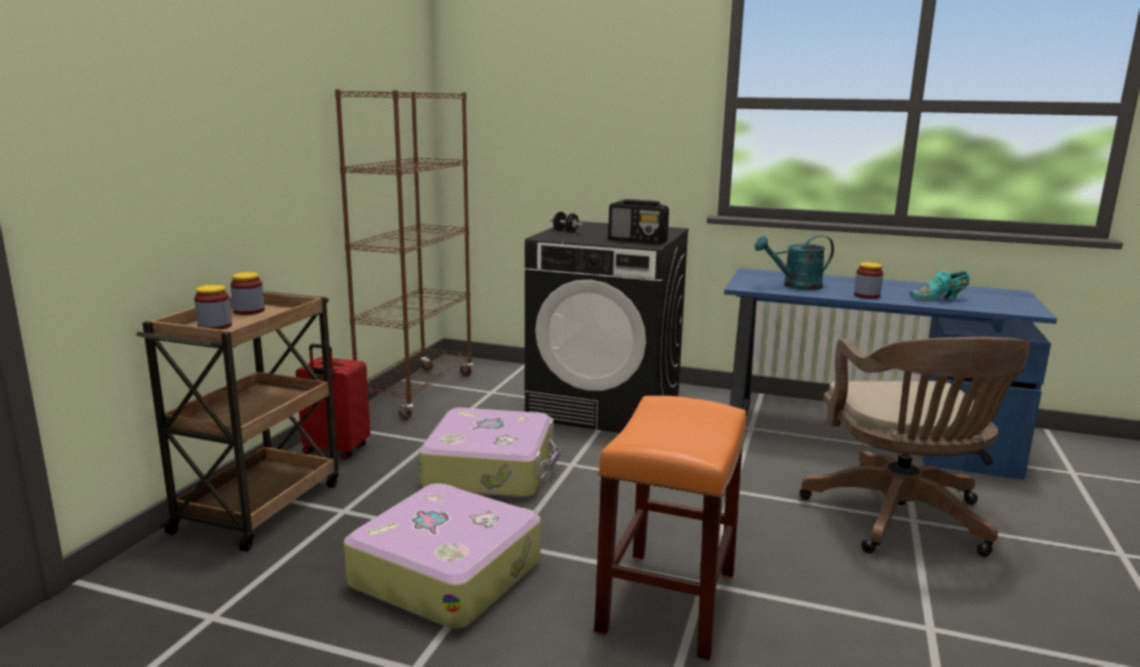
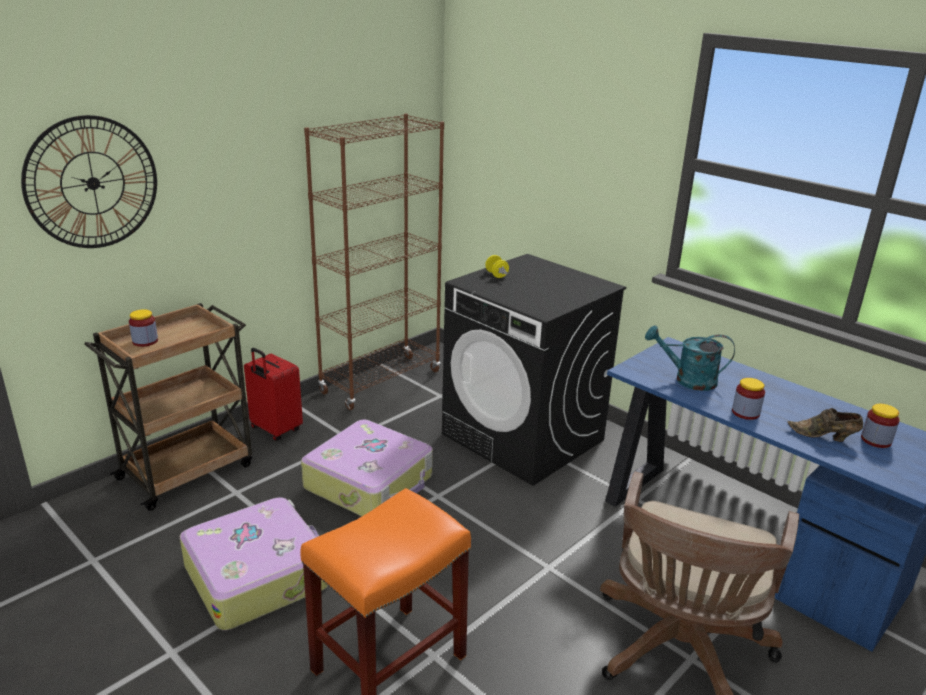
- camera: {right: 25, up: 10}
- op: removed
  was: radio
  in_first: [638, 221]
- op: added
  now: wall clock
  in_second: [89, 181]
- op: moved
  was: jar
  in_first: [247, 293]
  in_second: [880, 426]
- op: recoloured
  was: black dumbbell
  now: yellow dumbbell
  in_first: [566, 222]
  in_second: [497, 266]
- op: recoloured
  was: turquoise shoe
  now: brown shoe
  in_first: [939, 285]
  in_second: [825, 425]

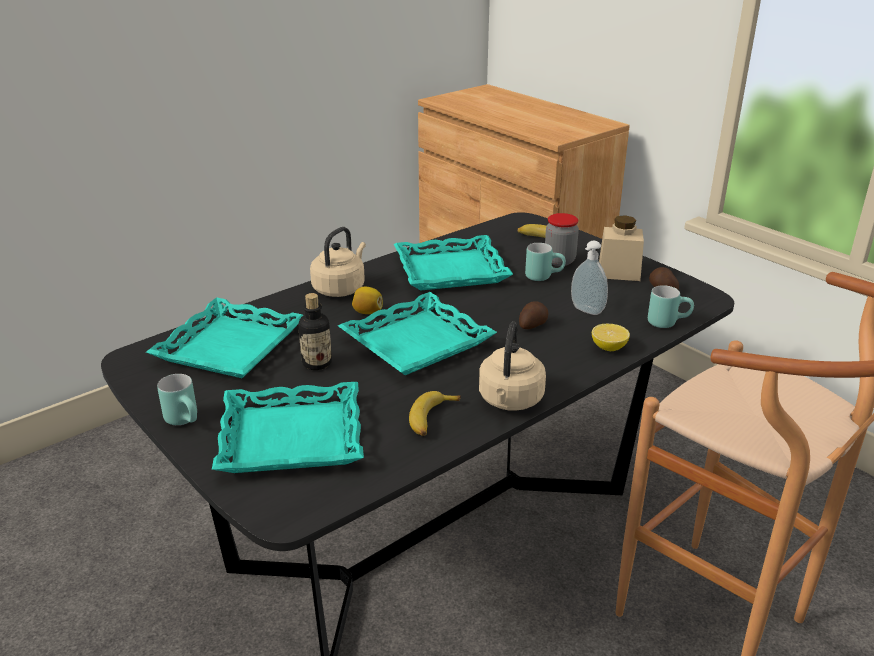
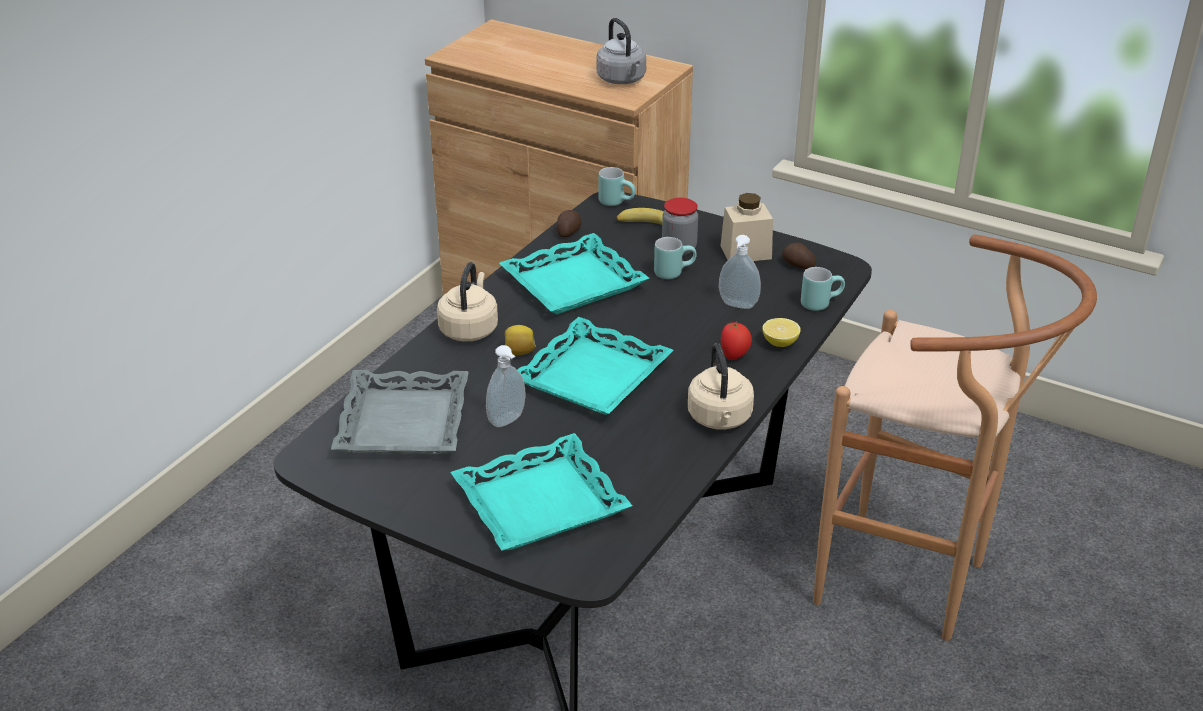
- camera: {right: -20, up: 5}
- op: removed
  was: banana
  in_first: [435, 413]
- op: added
  now: grey kettle
  in_second: [621, 51]
- op: added
  now: tomato
  in_second: [736, 341]
- op: moved
  was: turquoise mug
  in_first: [177, 399]
  in_second: [617, 186]
- op: moved
  was: potato
  in_first: [533, 315]
  in_second: [568, 223]
- op: replaced
  was: bottle
  now: soap dispenser
  in_first: [315, 331]
  in_second: [505, 386]
- op: recoloured
  was: turquoise tray
  now: grey tray
  in_first: [224, 337]
  in_second: [400, 412]

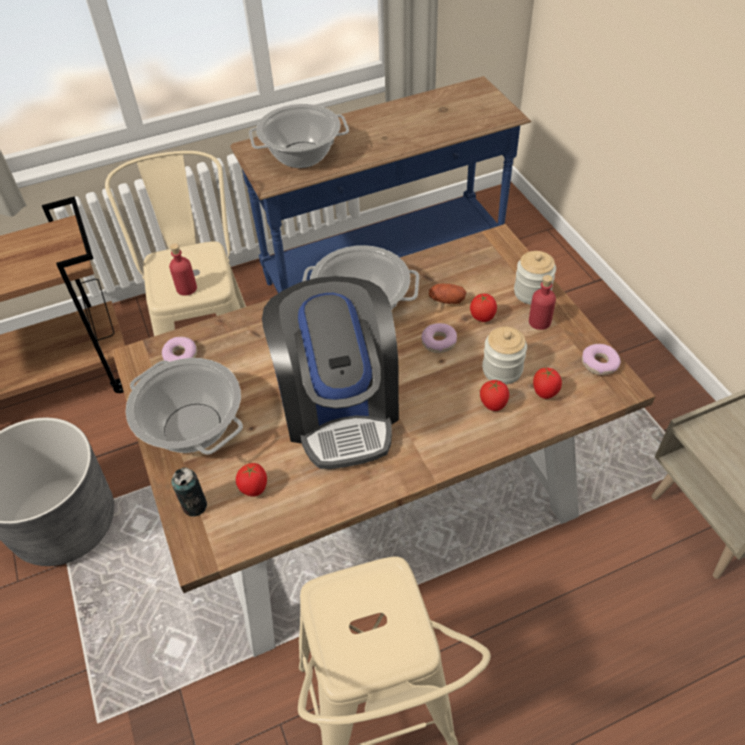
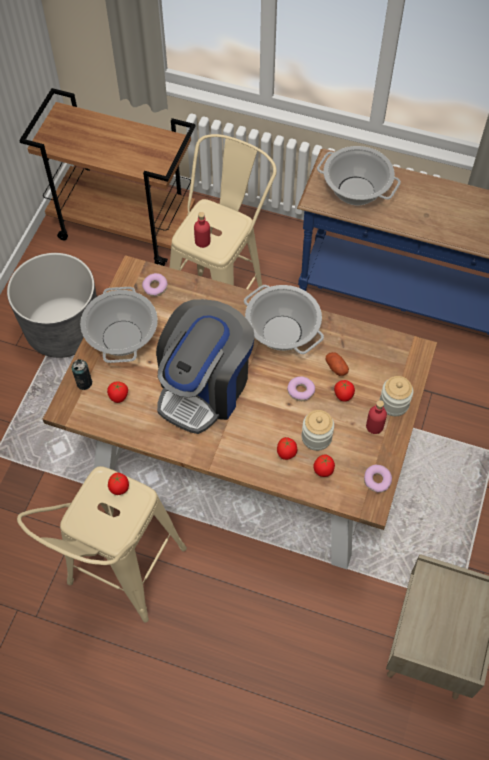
- camera: {right: 40, up: 10}
- op: added
  now: tomato
  in_second: [118, 484]

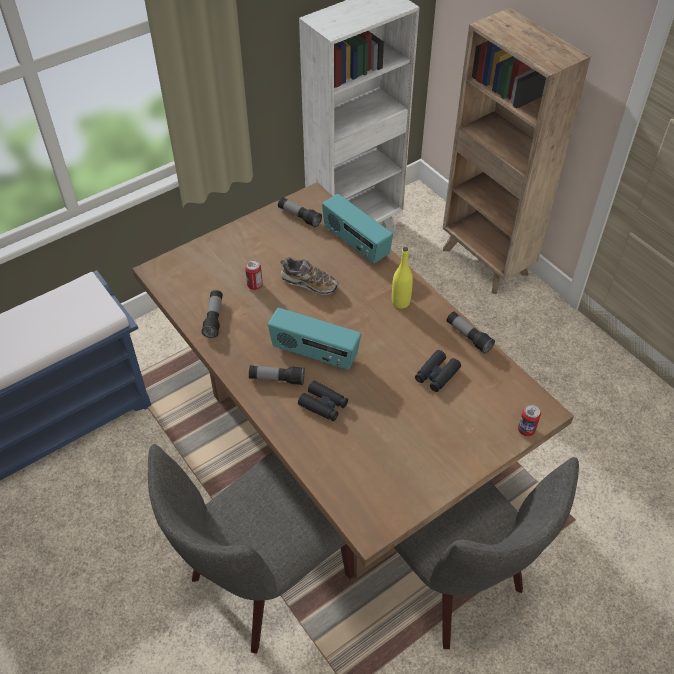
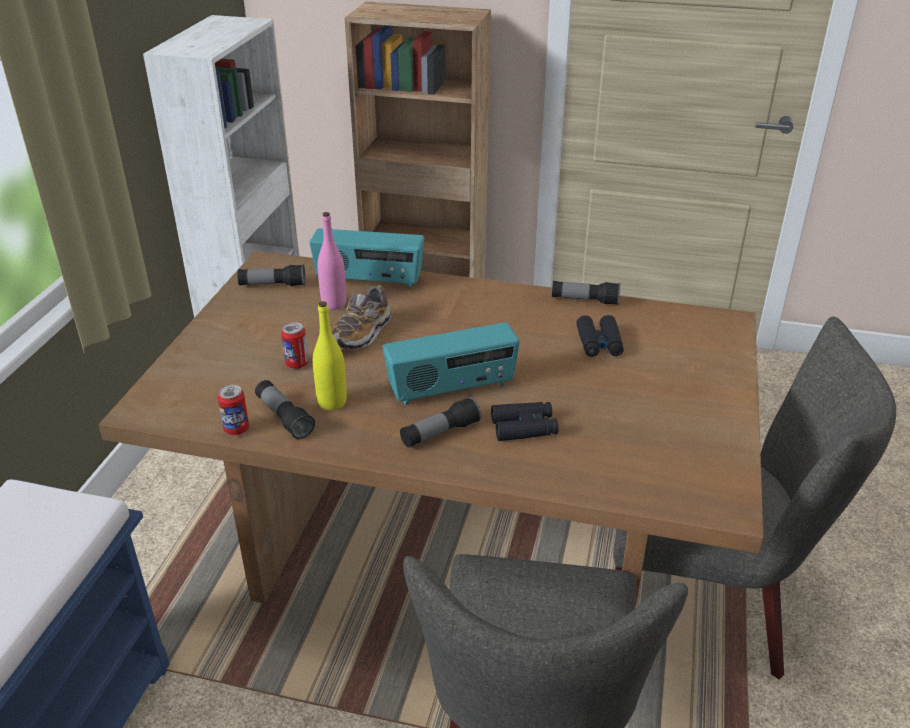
- camera: {right: -40, up: -15}
- op: added
  now: pink bottle
  in_second: [331, 261]
- op: moved
  was: yellow bottle
  in_first: [402, 278]
  in_second: [330, 355]
- op: moved
  was: can
  in_first: [529, 420]
  in_second: [233, 410]
- op: turned
  was: shoe
  in_first: [309, 276]
  in_second: [361, 317]
  clockwise: 135

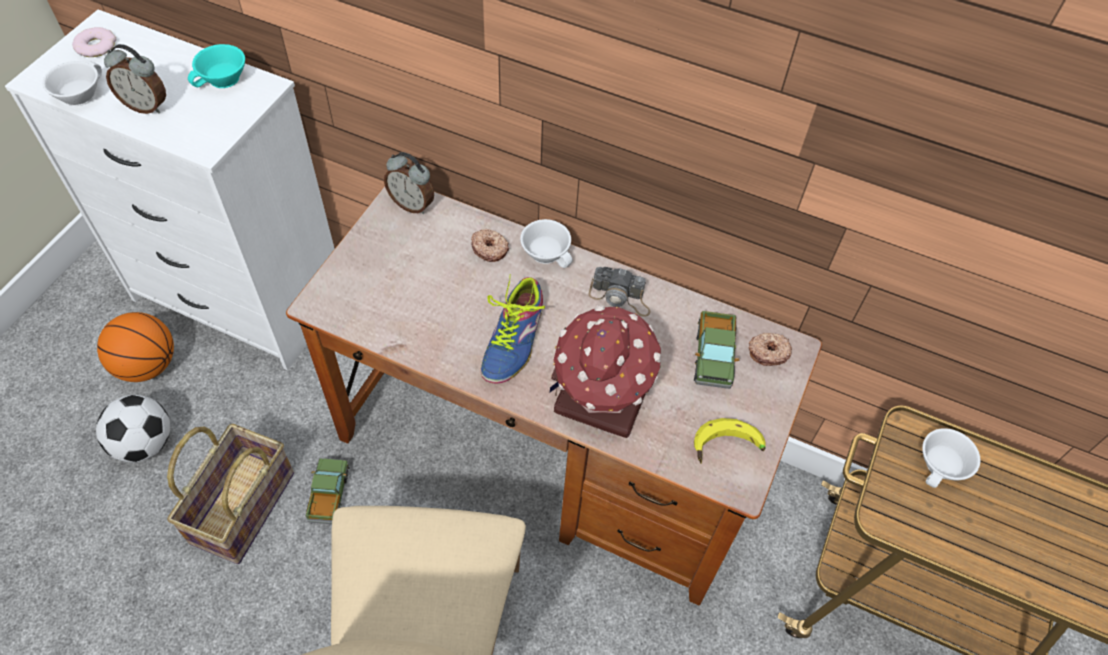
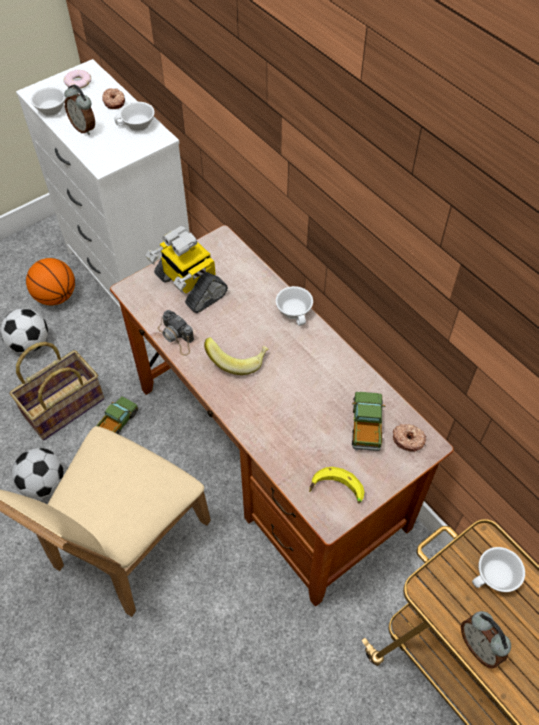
- camera: {right: 30, up: 0}
- op: removed
  was: toy house
  in_first: [605, 371]
- op: added
  now: football
  in_second: [38, 473]
- op: added
  now: toy robot
  in_second: [187, 269]
- op: moved
  was: alarm clock
  in_first: [409, 183]
  in_second: [486, 640]
- op: moved
  was: donut
  in_first: [490, 245]
  in_second: [113, 98]
- op: moved
  was: photo camera
  in_first: [620, 292]
  in_second: [176, 333]
- op: replaced
  was: shoe
  now: banana
  in_first: [513, 328]
  in_second: [236, 356]
- op: recoloured
  was: turquoise cup
  now: white cup
  in_first: [216, 66]
  in_second: [134, 117]
- op: turned
  was: toy truck
  in_first: [717, 350]
  in_second: [369, 421]
  clockwise: 150

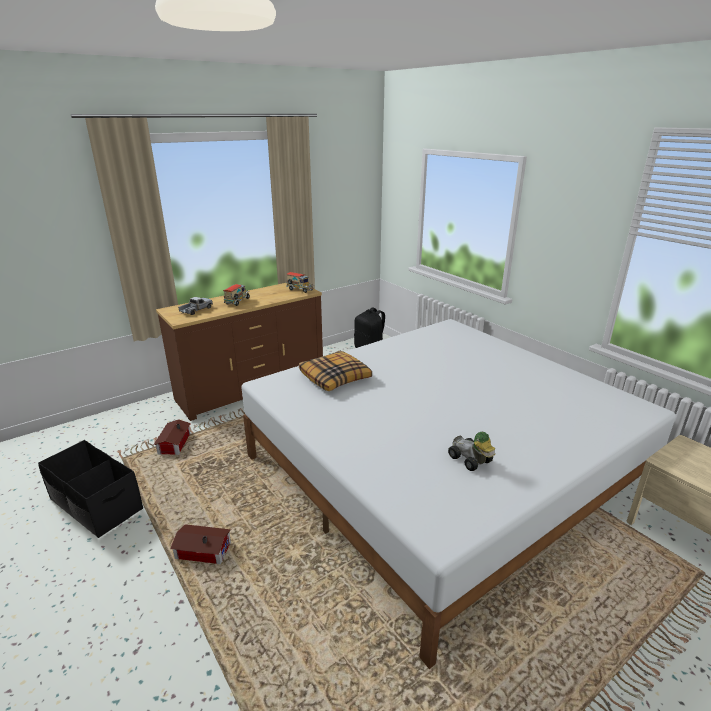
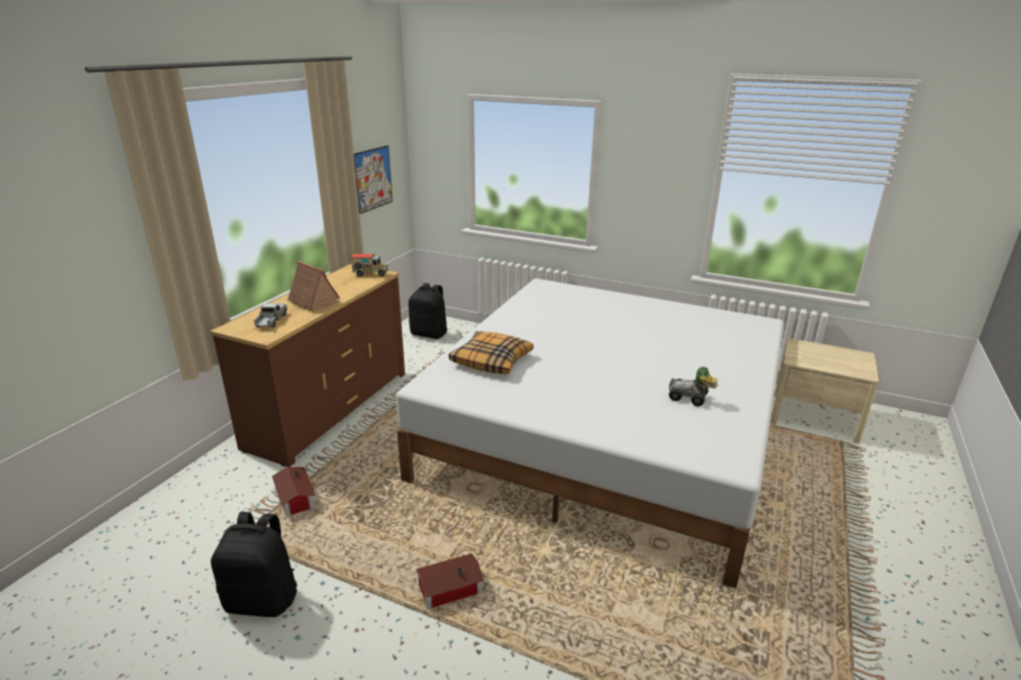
- camera: {right: -30, up: 0}
- op: added
  now: picture
  in_second: [373, 179]
- op: replaced
  was: black storage box
  now: black backpack
  in_first: [90, 489]
  in_second: [254, 564]
- op: replaced
  was: toy truck
  now: toy house
  in_first: [236, 295]
  in_second: [313, 286]

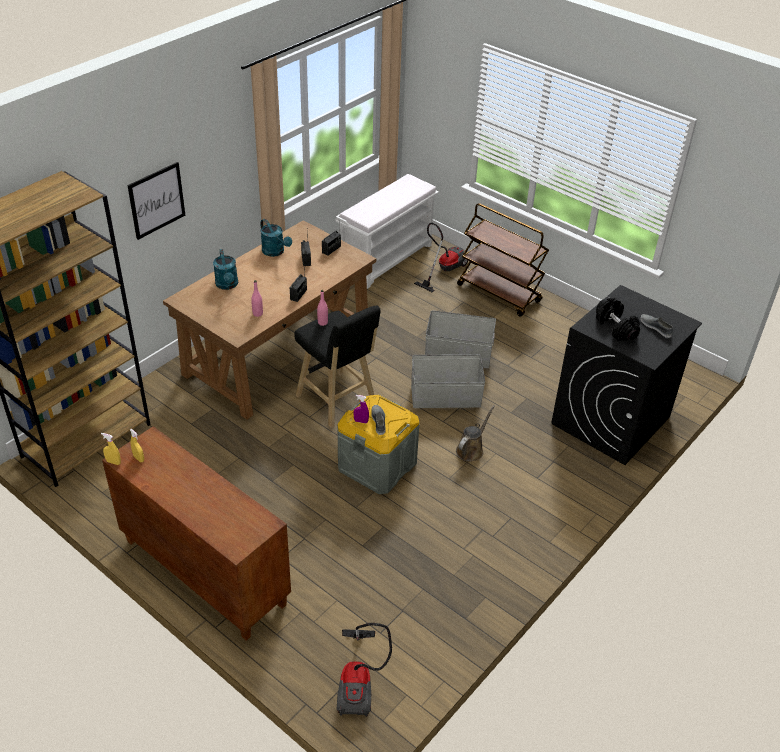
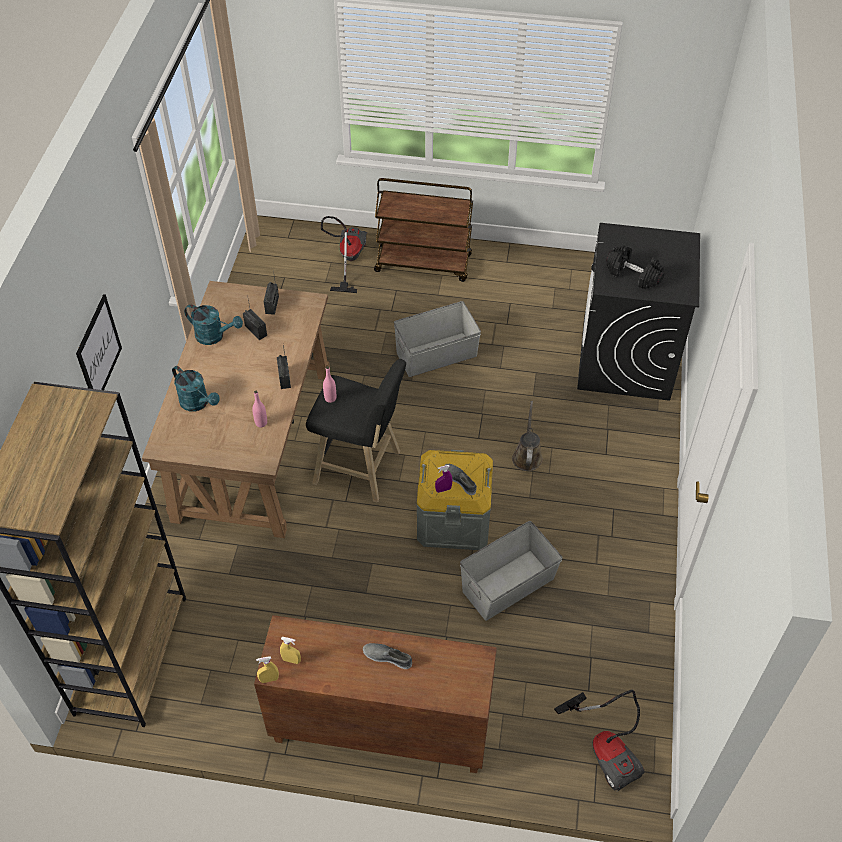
- camera: {right: -30, up: 10}
- op: removed
  was: white bench
  in_first: [387, 231]
- op: moved
  was: grey storage box
  in_first: [448, 381]
  in_second: [511, 571]
- op: moved
  was: grey shoe
  in_first: [656, 326]
  in_second: [387, 656]

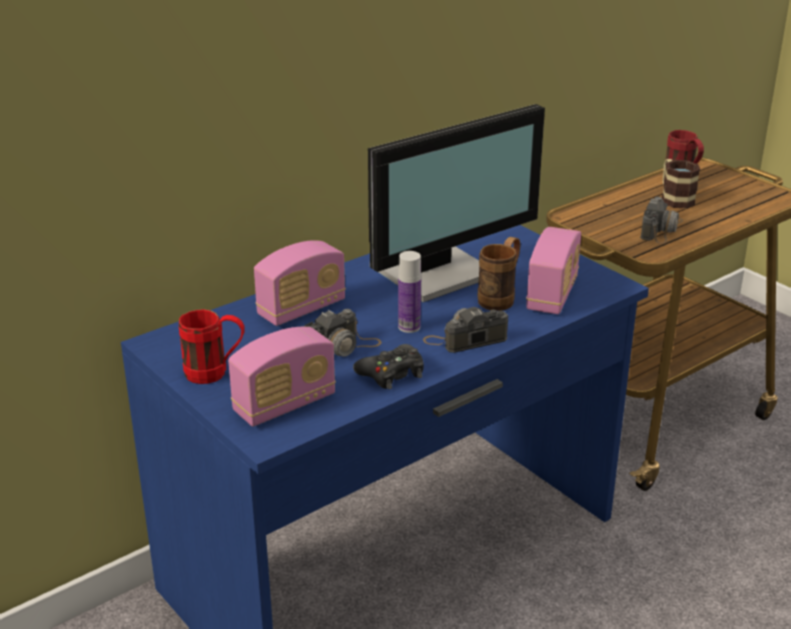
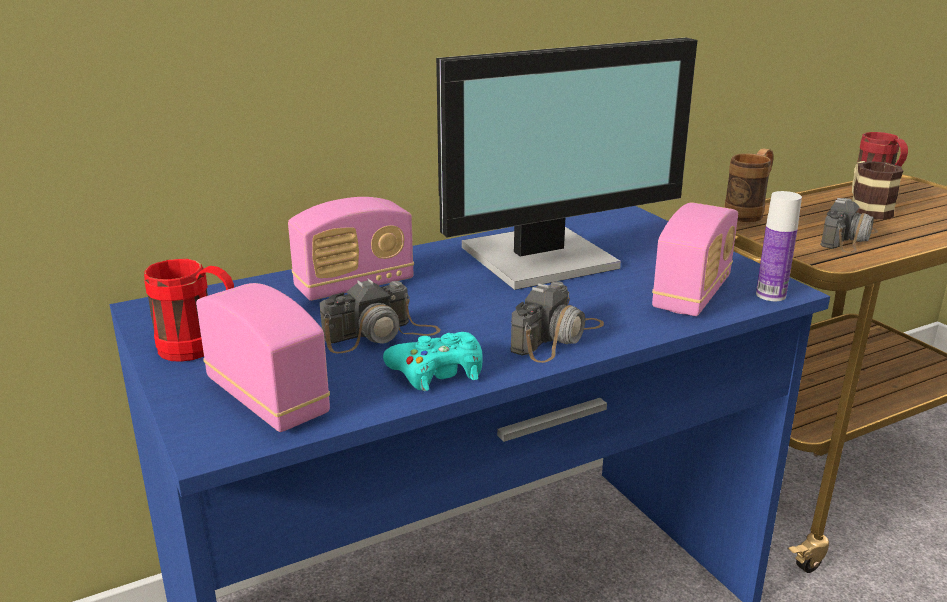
- camera: {right: 10, up: -5}
- op: moved
  was: bottle
  in_first: [409, 292]
  in_second: [779, 246]
- op: moved
  was: brown mug
  in_first: [499, 274]
  in_second: [749, 185]
- op: recoloured
  was: black game controller
  now: turquoise game controller
  in_first: [388, 366]
  in_second: [433, 361]
- op: turned
  was: radio
  in_first: [282, 377]
  in_second: [263, 357]
  clockwise: -105
- op: turned
  was: photo camera
  in_first: [465, 330]
  in_second: [557, 322]
  clockwise: 135

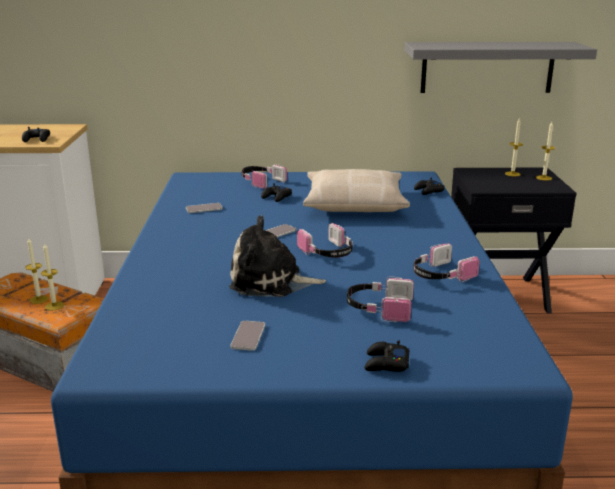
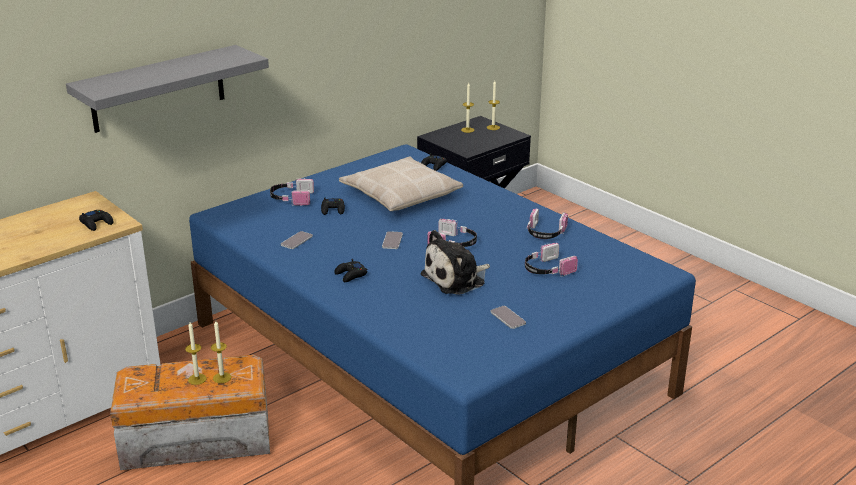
- camera: {right: -40, up: 5}
- op: moved
  was: black game controller
  in_first: [387, 356]
  in_second: [351, 270]
- op: moved
  was: grey shelf
  in_first: [500, 67]
  in_second: [167, 89]

